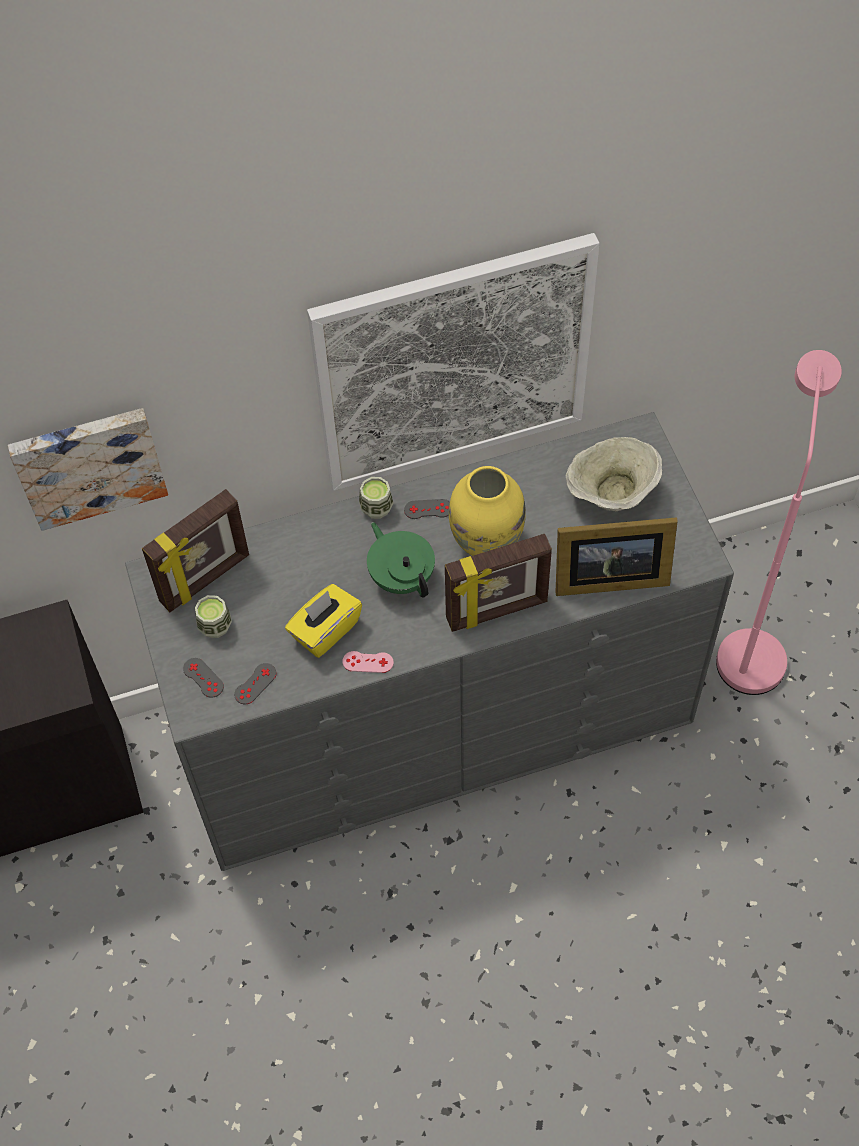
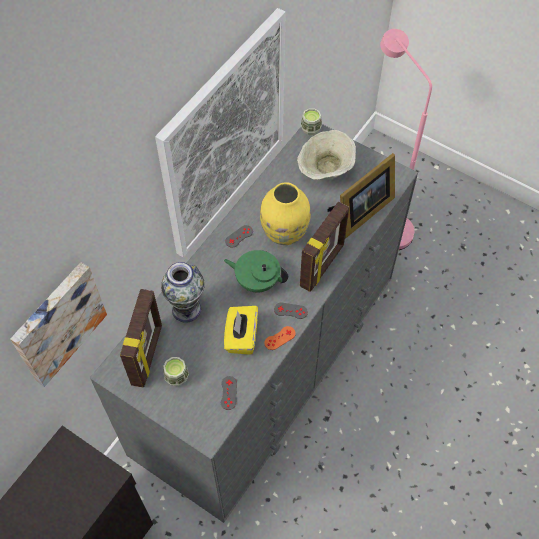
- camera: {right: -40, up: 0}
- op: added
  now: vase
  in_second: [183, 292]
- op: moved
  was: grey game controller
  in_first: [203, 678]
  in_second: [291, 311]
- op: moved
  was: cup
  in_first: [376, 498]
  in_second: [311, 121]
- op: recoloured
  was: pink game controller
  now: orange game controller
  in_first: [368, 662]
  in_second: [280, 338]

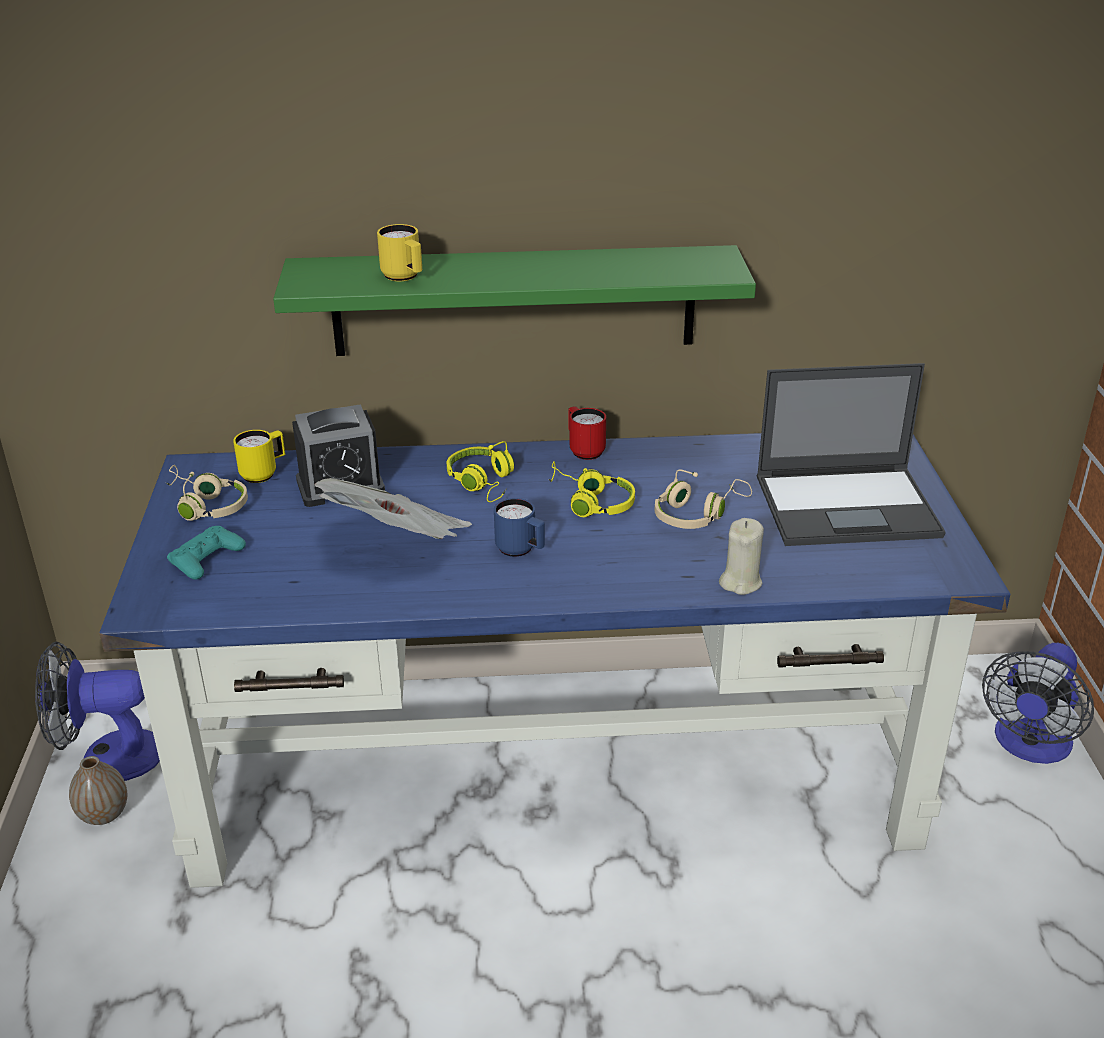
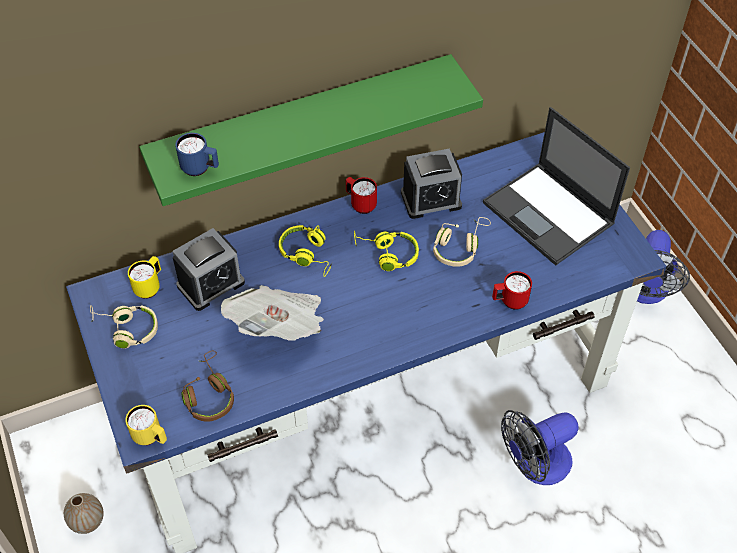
- camera: {right: -20, up: 20}
- op: removed
  was: turquoise game controller
  in_first: [206, 553]
- op: added
  now: brown headphones
  in_second: [207, 386]
- op: added
  now: alarm clock
  in_second: [431, 184]
- op: moved
  was: fan
  in_first: [97, 711]
  in_second: [540, 447]
- op: moved
  was: yellow mug
  in_first: [399, 252]
  in_second: [146, 425]
- op: moved
  was: blue mug
  in_first: [519, 527]
  in_second: [197, 154]
- op: replaced
  was: beige candle
  now: red mug
  in_first: [741, 556]
  in_second: [512, 290]
- op: turned
  was: laptop
  in_first: [851, 454]
  in_second: [556, 186]
  clockwise: 75

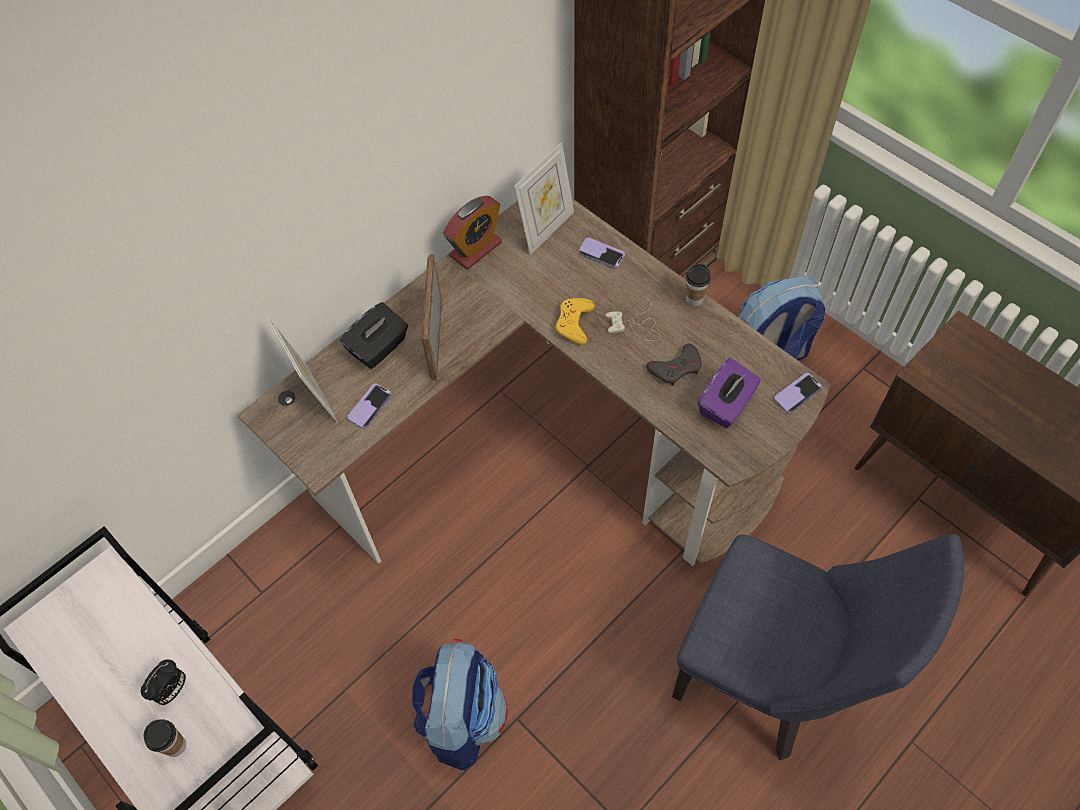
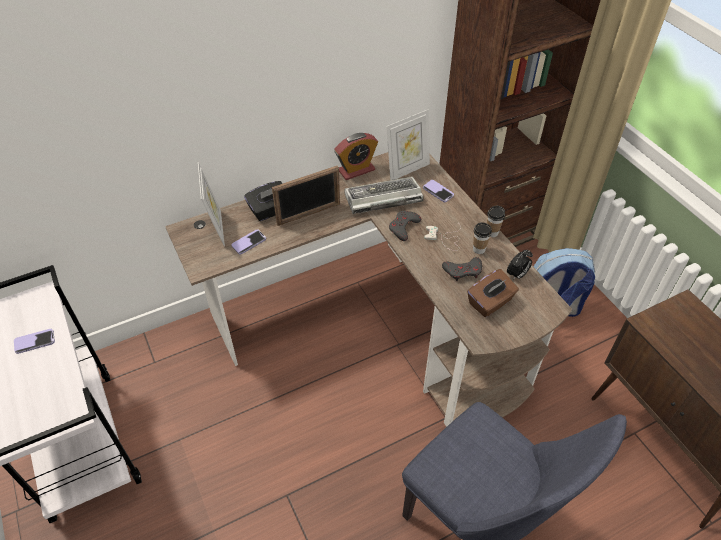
- camera: {right: 15, up: -10}
- op: removed
  was: backpack
  in_first: [460, 704]
- op: added
  now: keyboard
  in_second: [383, 195]
- op: moved
  was: alarm clock
  in_first: [163, 682]
  in_second: [520, 265]
- op: moved
  was: cup
  in_first: [165, 738]
  in_second: [482, 238]
- op: moved
  was: phone
  in_first: [798, 393]
  in_second: [34, 341]
- op: recoloured
  was: yellow game controller
  now: grey game controller
  in_first: [575, 321]
  in_second: [405, 226]
- op: recoloured
  was: purple tissue box
  now: brown tissue box
  in_first: [729, 393]
  in_second: [493, 293]
- op: turned
  was: picture frame
  in_first: [431, 318]
  in_second: [306, 195]
  clockwise: -135

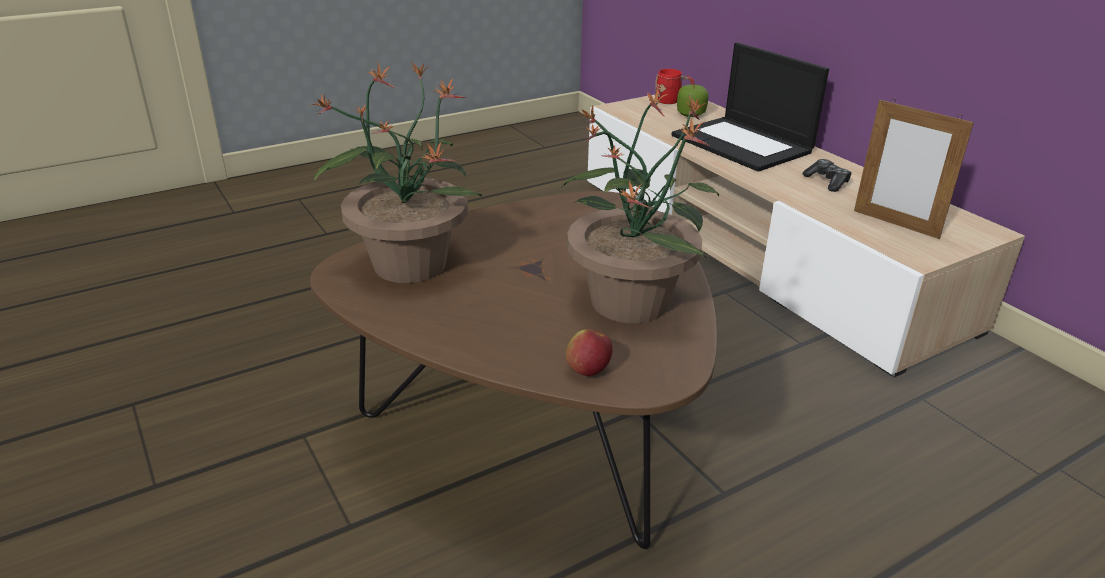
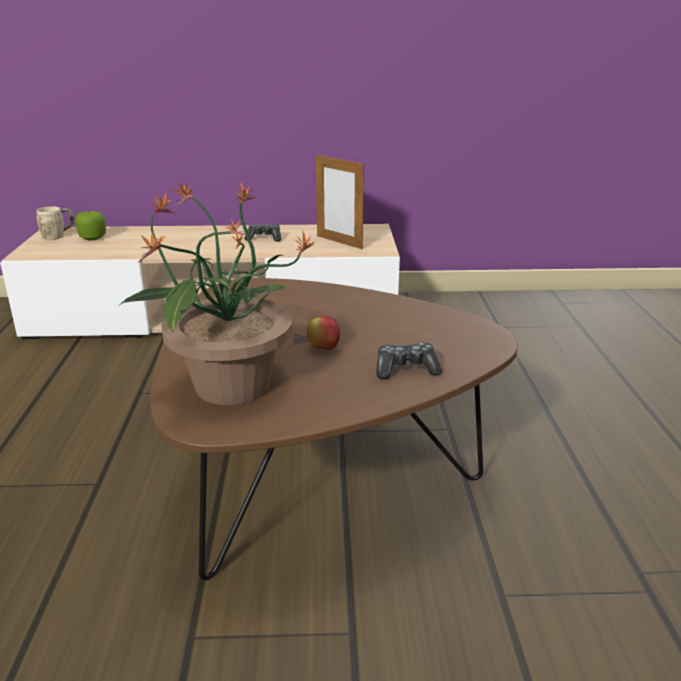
- camera: {right: -60, up: -5}
- op: removed
  was: potted plant
  in_first: [640, 205]
- op: removed
  was: laptop
  in_first: [750, 107]
- op: added
  now: game controller
  in_second: [409, 361]
- op: moved
  was: apple
  in_first: [589, 352]
  in_second: [323, 333]
- op: recoloured
  was: red mug
  now: beige mug
  in_first: [674, 86]
  in_second: [55, 223]
- op: turned
  was: picture frame
  in_first: [914, 168]
  in_second: [340, 201]
  clockwise: 60

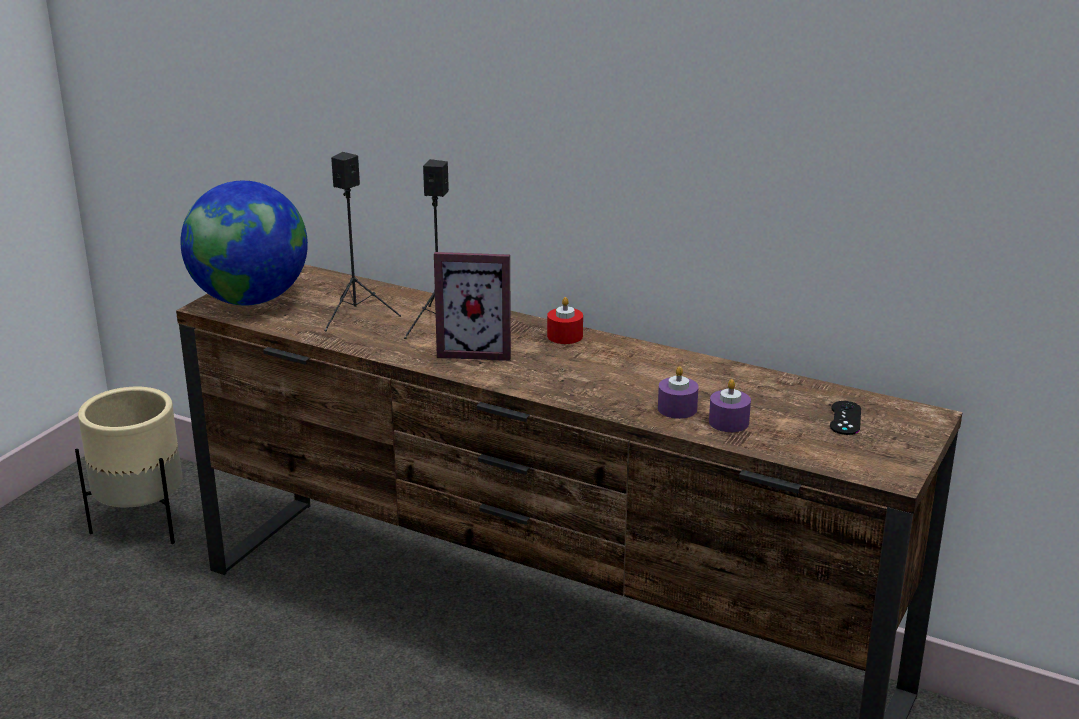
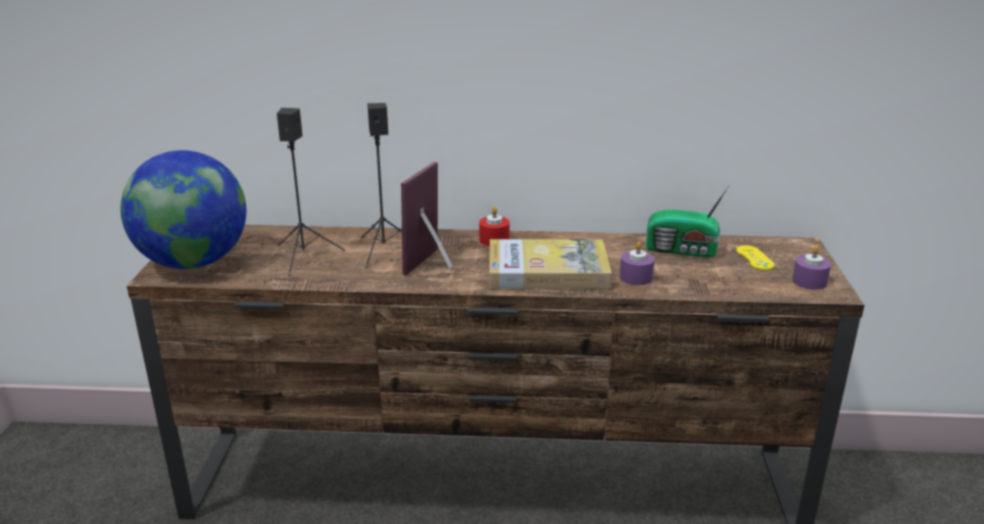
- camera: {right: -25, up: 0}
- op: removed
  was: beige planter
  in_first: [129, 465]
- op: added
  now: book
  in_second: [550, 263]
- op: added
  now: radio
  in_second: [688, 220]
- op: moved
  was: purple candle
  in_first: [730, 405]
  in_second: [811, 268]
- op: recoloured
  was: black game controller
  now: yellow game controller
  in_first: [845, 418]
  in_second: [755, 257]
- op: turned
  was: picture frame
  in_first: [472, 306]
  in_second: [427, 218]
  clockwise: 135

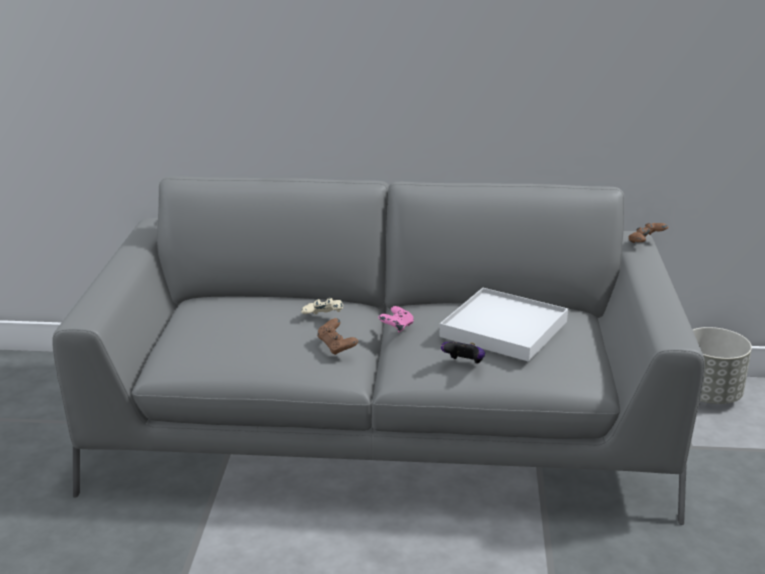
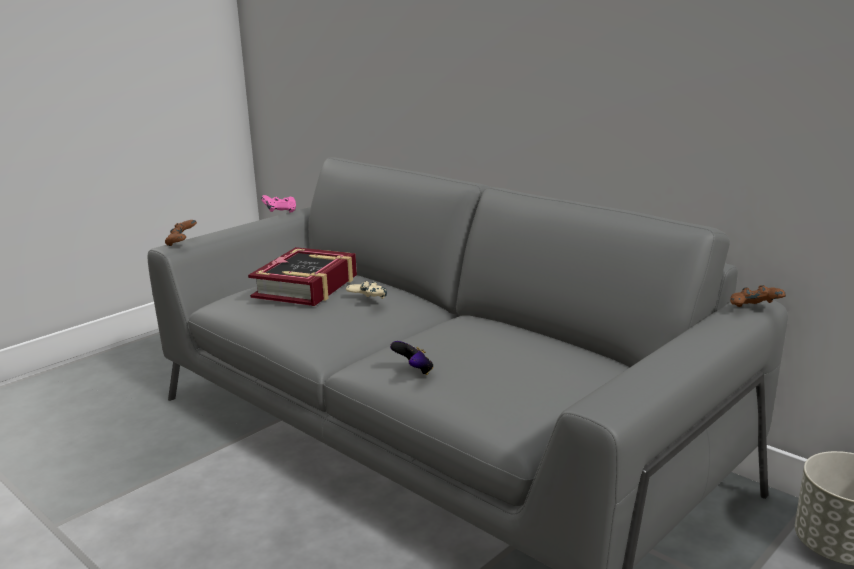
- camera: {right: 40, up: -5}
- op: removed
  was: white tray
  in_first: [503, 325]
- op: added
  now: book
  in_second: [302, 276]
- op: moved
  was: brown game controller
  in_first: [337, 336]
  in_second: [181, 233]
- op: moved
  was: pink game controller
  in_first: [396, 319]
  in_second: [278, 203]

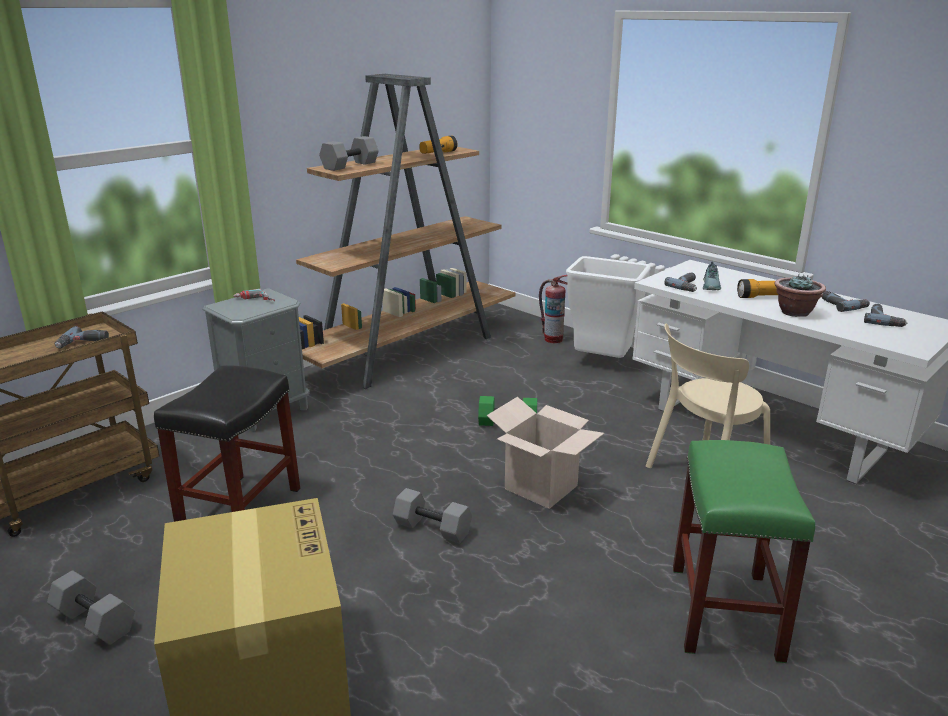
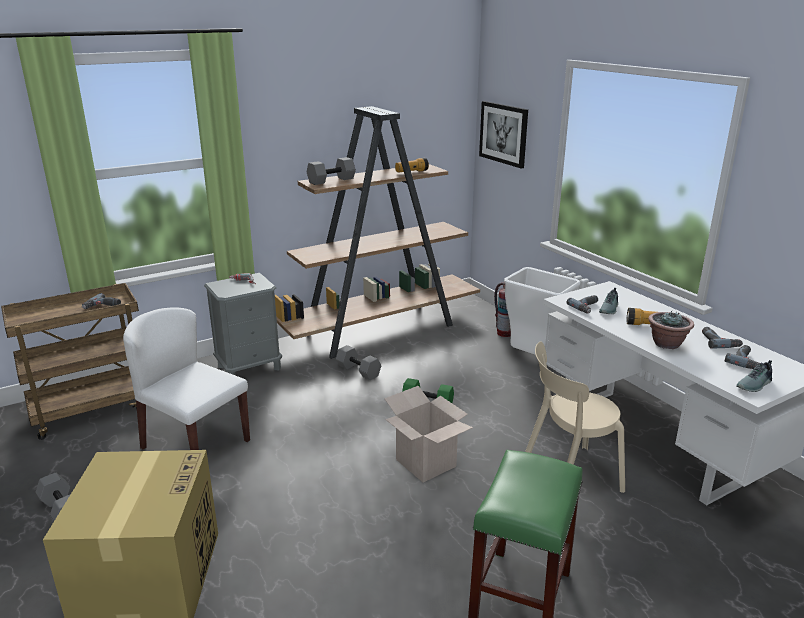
- camera: {right: 15, up: 0}
- op: added
  now: picture
  in_second: [503, 134]
- op: added
  now: shoe
  in_second: [754, 376]
- op: moved
  was: grey dumbbell
  in_first: [432, 516]
  in_second: [358, 362]
- op: replaced
  was: black stool
  now: white chair
  in_first: [227, 444]
  in_second: [186, 378]

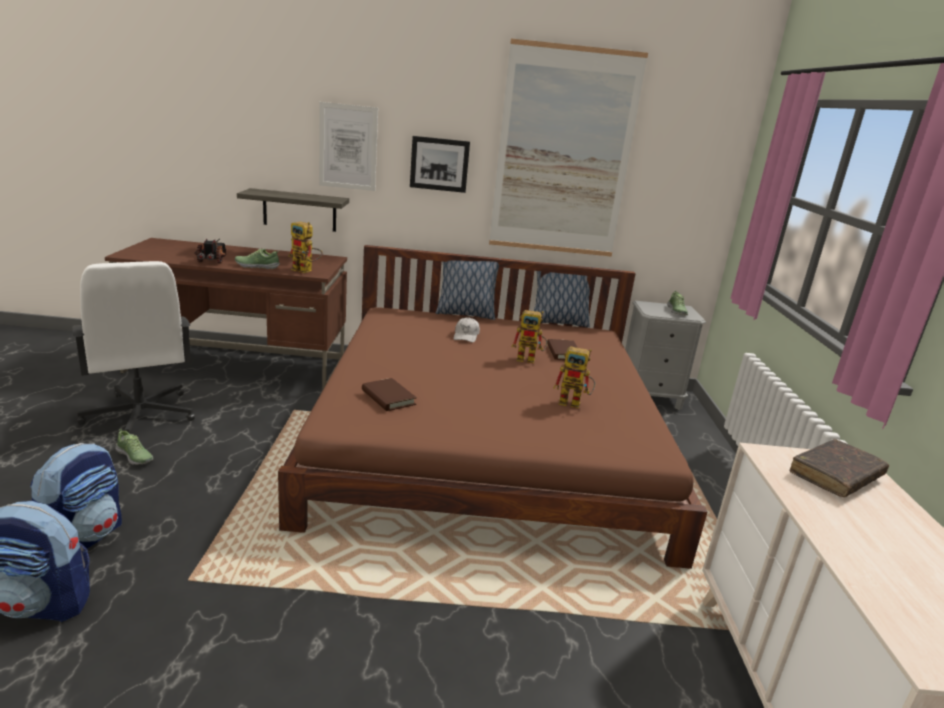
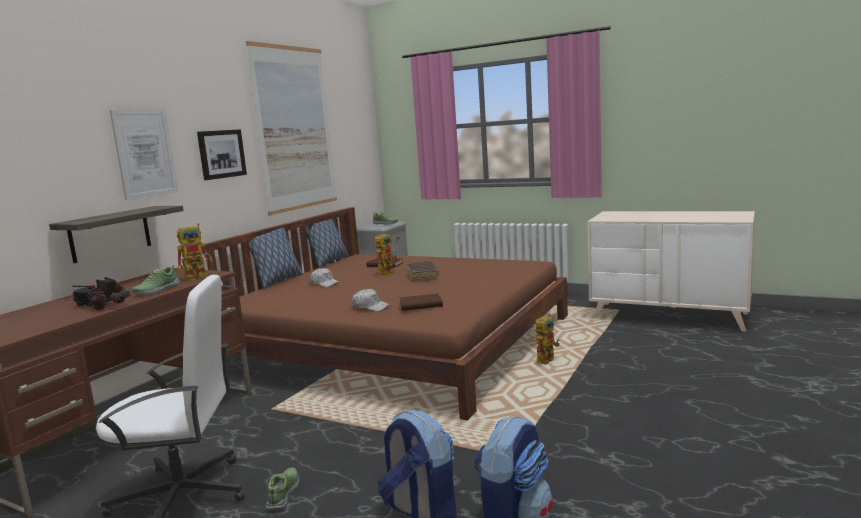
- camera: {right: -60, up: -10}
- op: added
  now: white cap
  in_second: [371, 300]
- op: moved
  was: toy robot
  in_first: [574, 377]
  in_second: [547, 339]
- op: moved
  was: brown book
  in_first: [839, 468]
  in_second: [423, 271]
- op: turned
  was: shoe
  in_first: [134, 446]
  in_second: [282, 489]
  clockwise: -60

